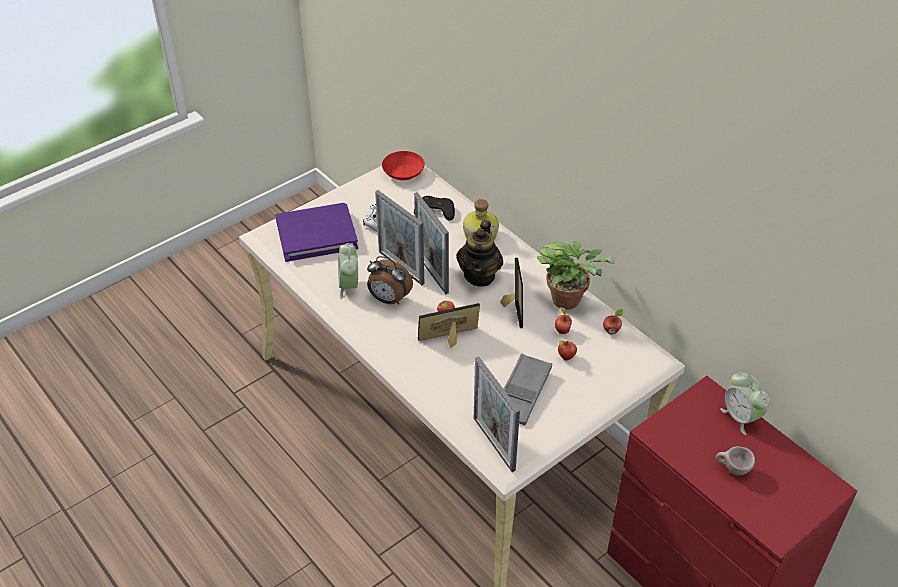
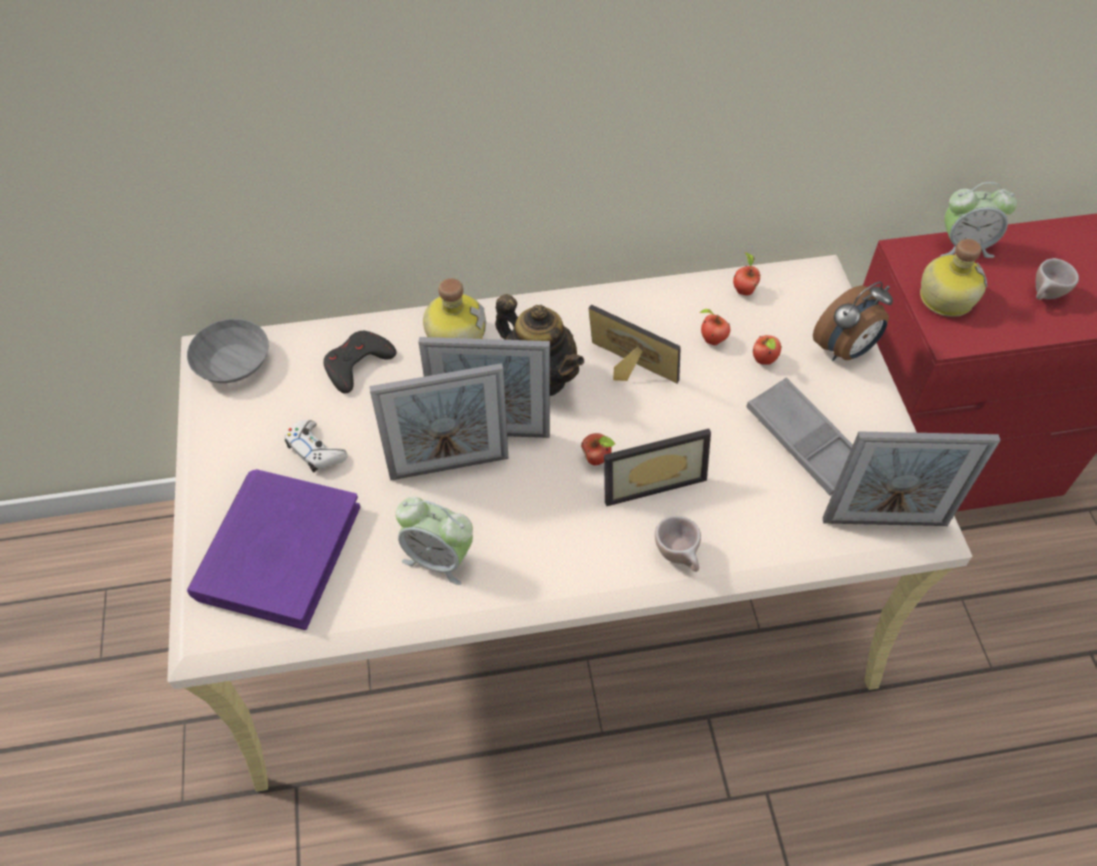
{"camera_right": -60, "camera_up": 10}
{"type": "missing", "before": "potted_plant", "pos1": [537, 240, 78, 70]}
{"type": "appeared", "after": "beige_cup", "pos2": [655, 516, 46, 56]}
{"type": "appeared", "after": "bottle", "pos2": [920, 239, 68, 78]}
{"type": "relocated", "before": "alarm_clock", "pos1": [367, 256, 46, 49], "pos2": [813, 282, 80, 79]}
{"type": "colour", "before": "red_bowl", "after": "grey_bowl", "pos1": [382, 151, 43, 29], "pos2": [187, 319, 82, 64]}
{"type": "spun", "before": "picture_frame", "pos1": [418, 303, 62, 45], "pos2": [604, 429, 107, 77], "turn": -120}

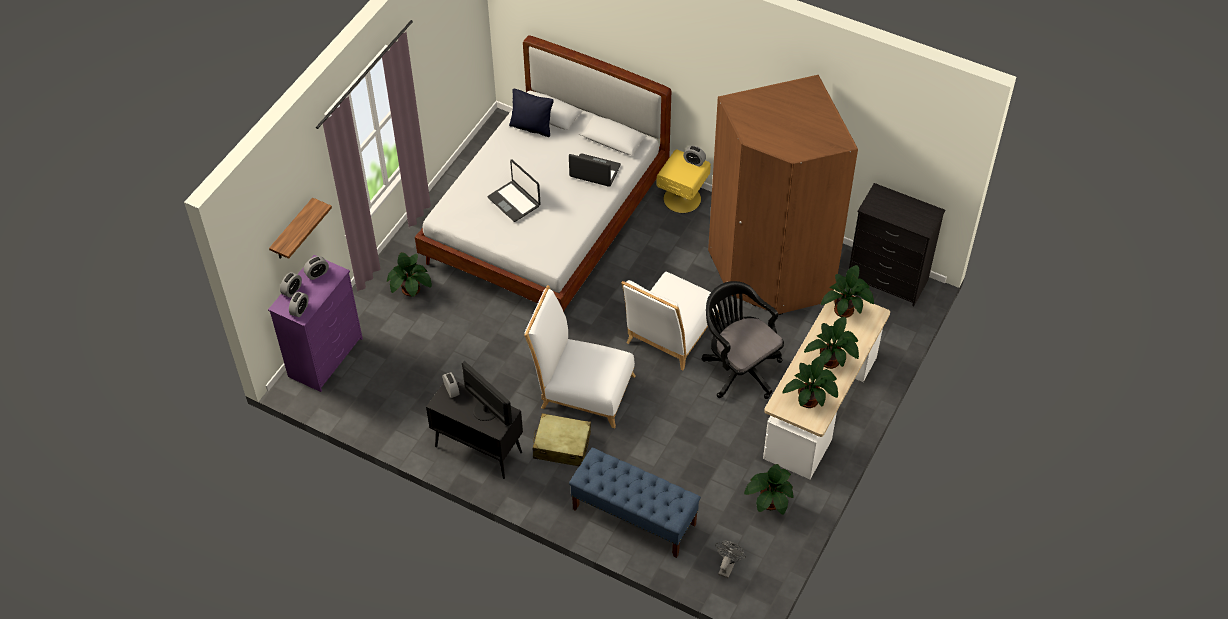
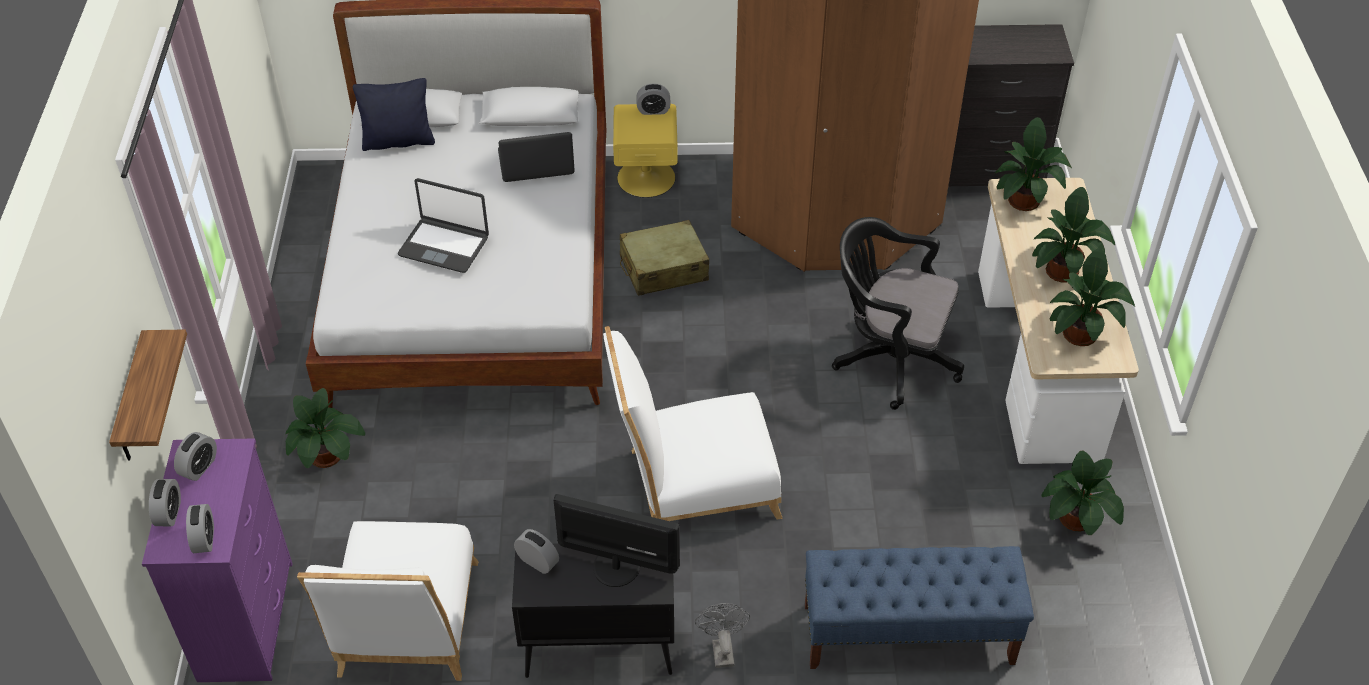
{"camera_right": -30, "camera_up": -5}
{"type": "relocated", "before": "beige_suitcase", "pos1": [533, 413, 58, 53], "pos2": [620, 220, 89, 76]}
{"type": "relocated", "before": "white_chair", "pos1": [621, 271, 99, 99], "pos2": [297, 521, 181, 160]}
{"type": "relocated", "before": "grey_fan", "pos1": [715, 541, 31, 37], "pos2": [695, 603, 55, 65]}

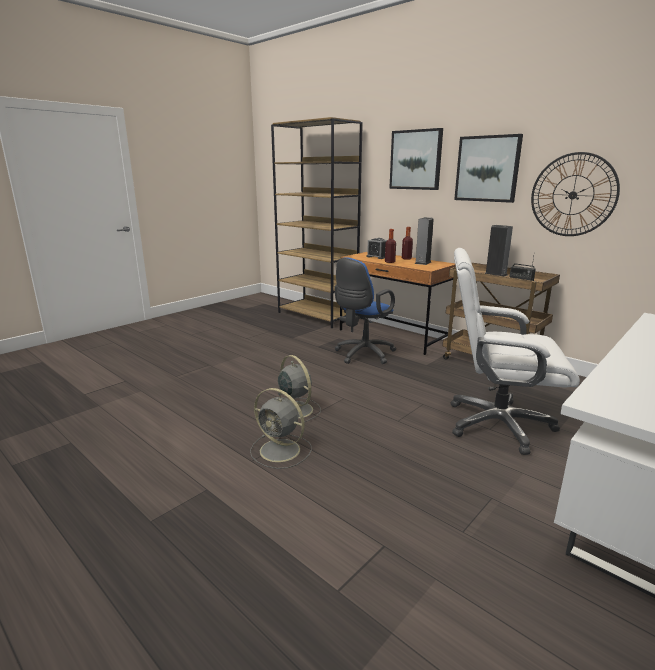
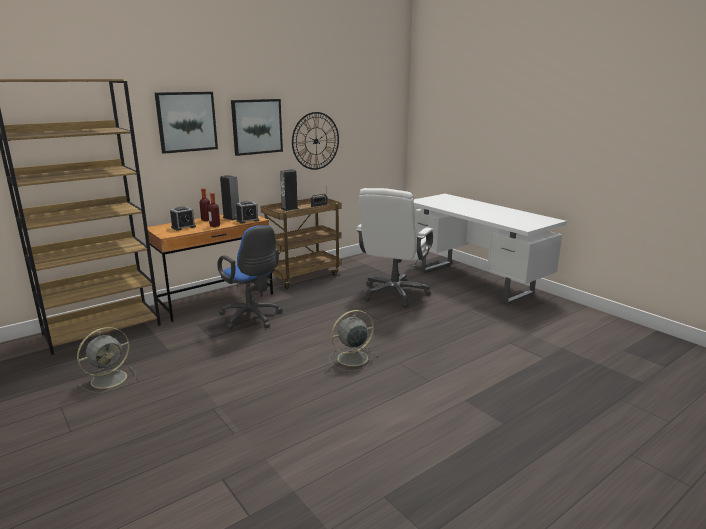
{"camera_right": -80, "camera_up": 0}
{"type": "appeared", "after": "alarm_clock", "pos2": [236, 201, 23, 23]}
{"type": "relocated", "before": "grey_fan", "pos1": [250, 388, 62, 81], "pos2": [77, 327, 59, 66]}

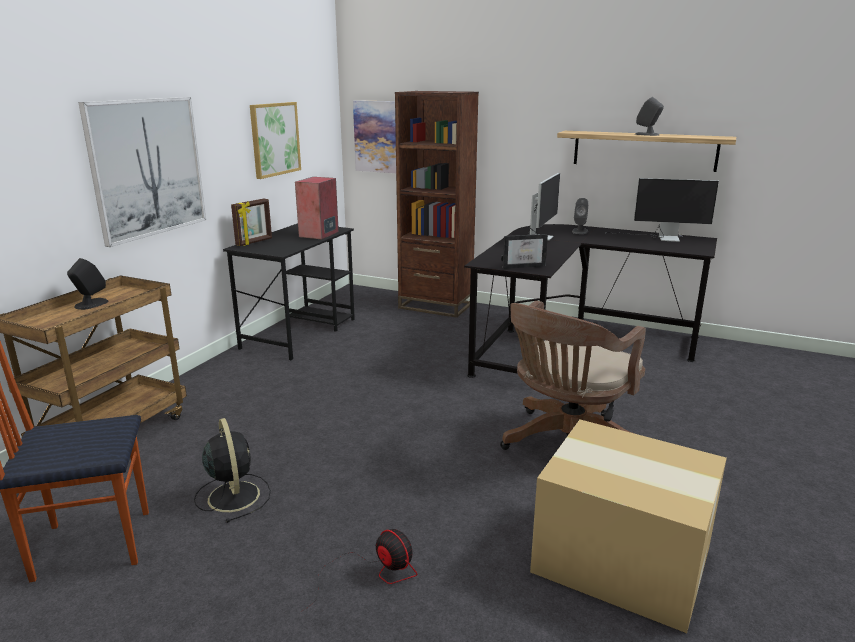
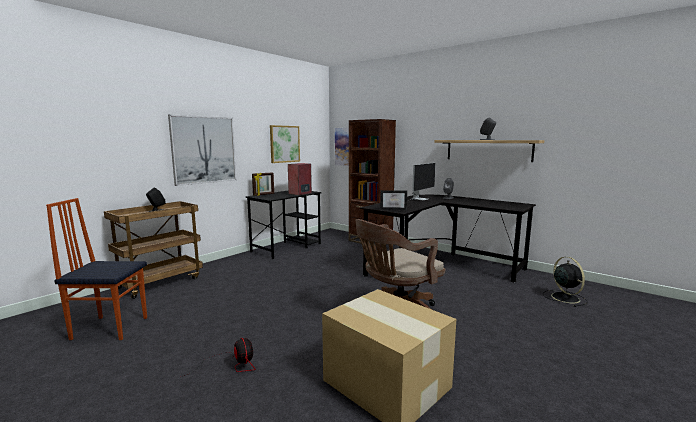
{"camera_right": 15, "camera_up": -10}
{"type": "missing", "before": "monitor", "pos1": [606, 178, 113, 64]}
{"type": "relocated", "before": "black_fan", "pos1": [194, 418, 77, 105], "pos2": [543, 257, 44, 50]}

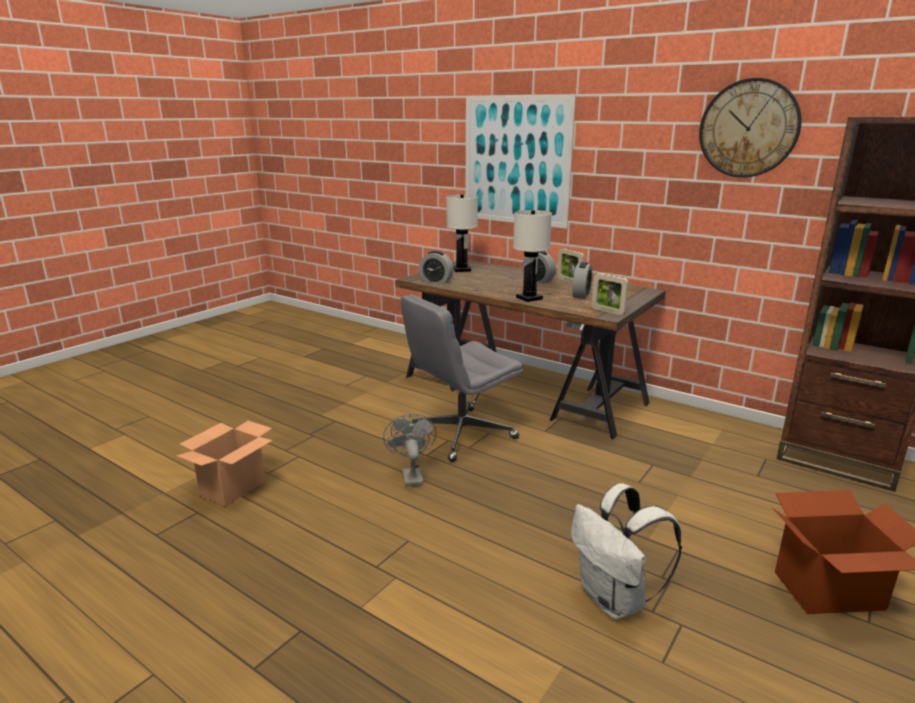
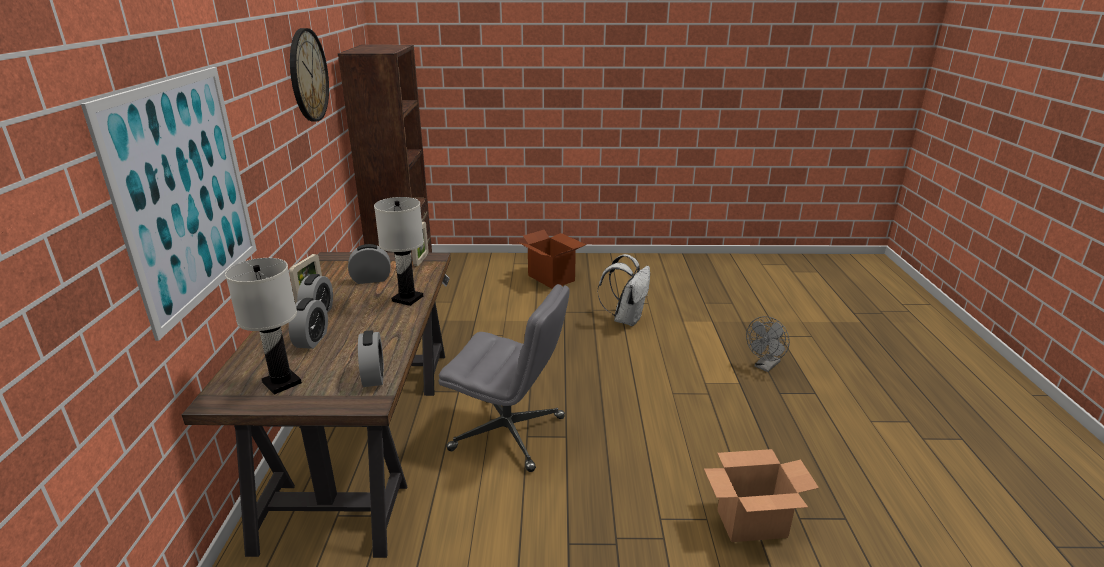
{"camera_right": -125, "camera_up": 5}
{"type": "appeared", "after": "alarm_clock", "pos2": [289, 298, 39, 51]}
{"type": "relocated", "before": "grey_fan", "pos1": [383, 414, 54, 73], "pos2": [746, 316, 44, 56]}

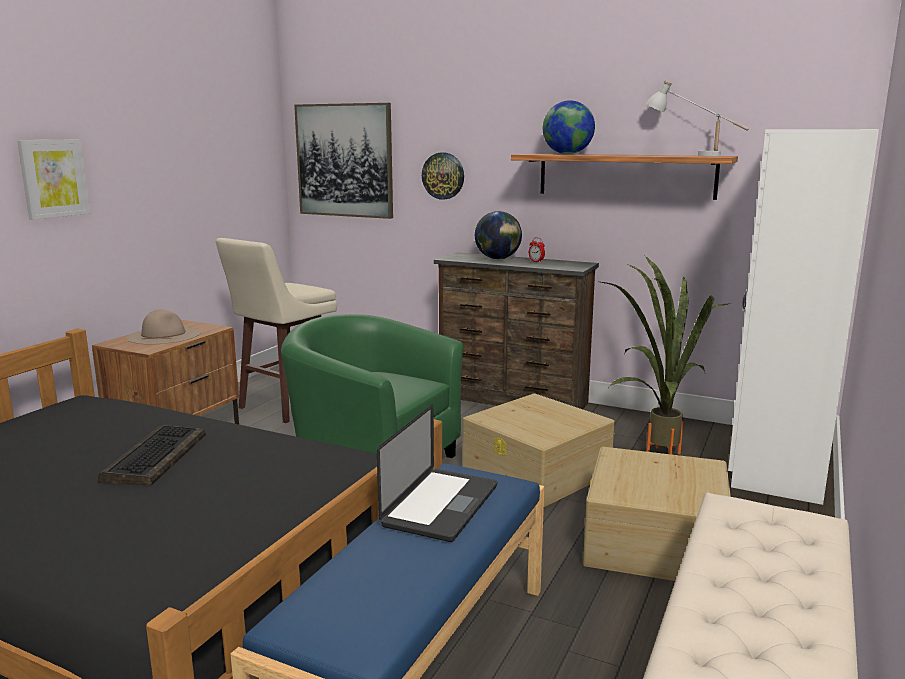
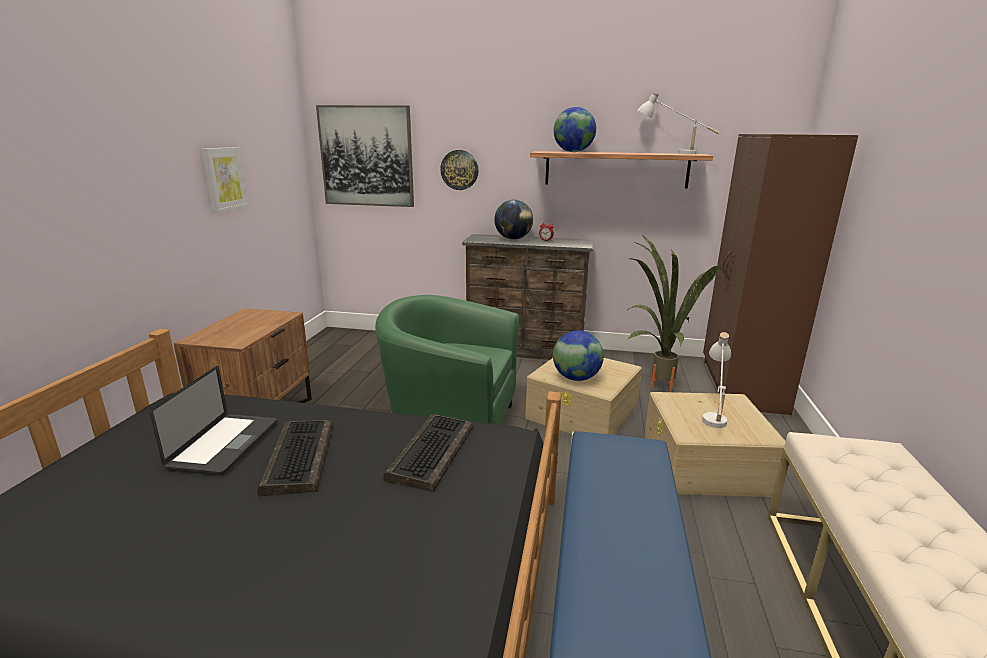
{"camera_right": -15, "camera_up": 5}
{"type": "missing", "before": "beige_hat", "pos1": [126, 309, 74, 36]}
{"type": "missing", "before": "beige_stool", "pos1": [216, 238, 121, 185]}
{"type": "appeared", "after": "keyboard", "pos2": [384, 414, 89, 77]}
{"type": "appeared", "after": "globe", "pos2": [553, 331, 51, 50]}
{"type": "appeared", "after": "white_table_lamp", "pos2": [702, 332, 29, 96]}
{"type": "relocated", "before": "picture", "pos1": [17, 140, 73, 80], "pos2": [201, 147, 48, 66]}
{"type": "relocated", "before": "laptop", "pos1": [377, 405, 120, 137], "pos2": [149, 366, 128, 110]}
{"type": "colour", "before": "white_wardrobe", "after": "brown_wardrobe", "pos1": [728, 129, 151, 376], "pos2": [703, 134, 155, 281]}

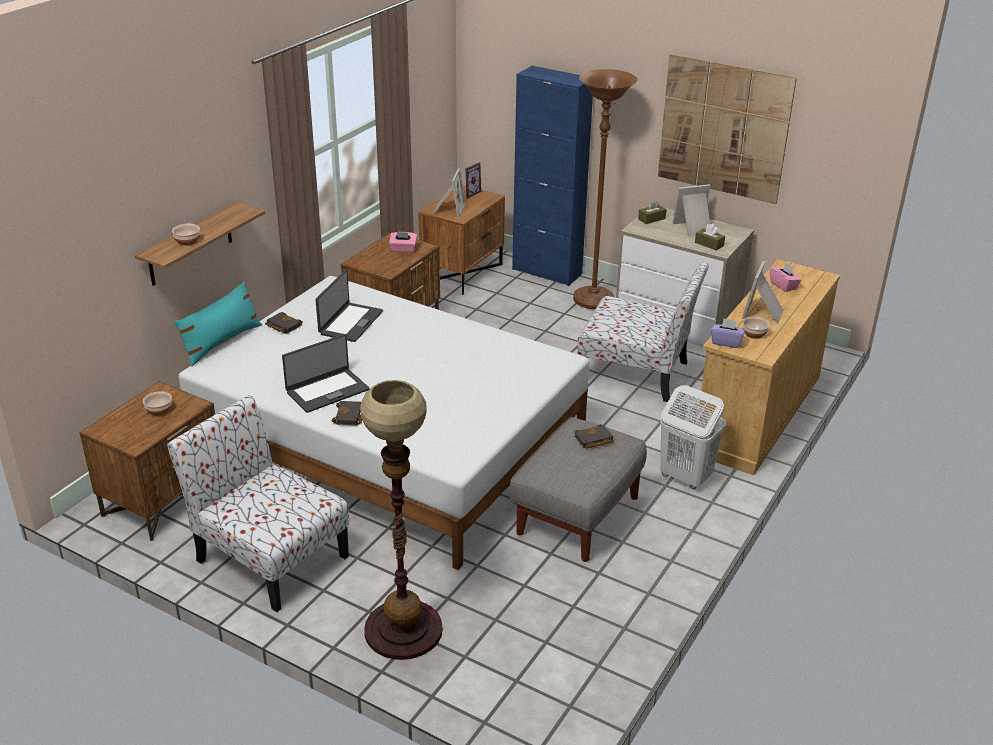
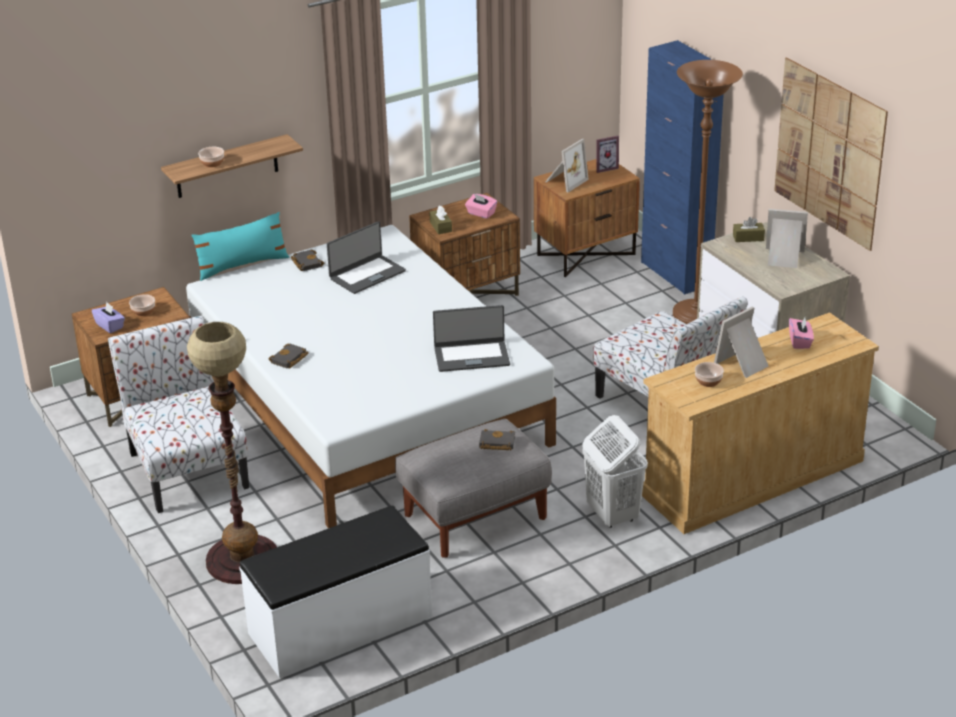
{"camera_right": 30, "camera_up": 0}
{"type": "appeared", "after": "white_bench", "pos2": [239, 505, 193, 173]}
{"type": "relocated", "before": "laptop", "pos1": [282, 334, 87, 79], "pos2": [433, 305, 77, 67]}
{"type": "relocated", "before": "brown_tissue_box", "pos1": [695, 224, 30, 27], "pos2": [429, 205, 23, 29]}
{"type": "relocated", "before": "purple_tissue_box", "pos1": [711, 318, 34, 30], "pos2": [92, 302, 33, 31]}

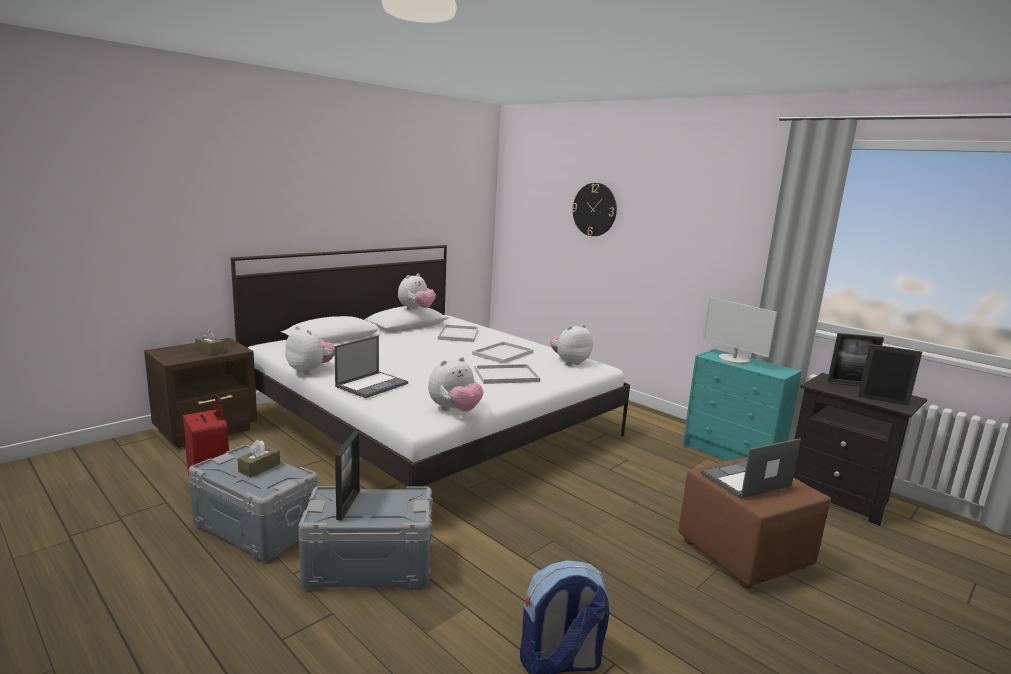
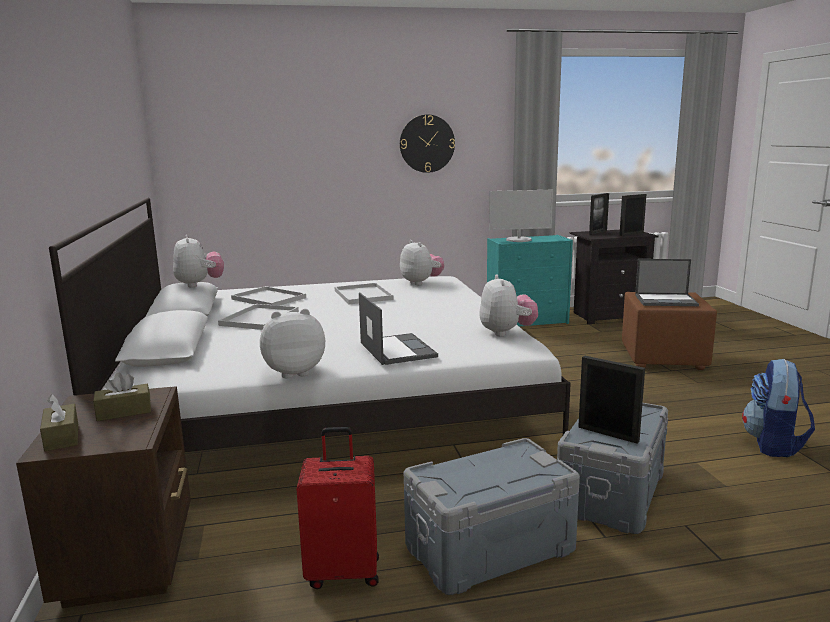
{"camera_right": -55, "camera_up": 0}
{"type": "relocated", "before": "brown_tissue_box", "pos1": [237, 440, 43, 38], "pos2": [40, 394, 38, 57]}
{"type": "relocated", "before": "white_tray", "pos1": [474, 364, 66, 20], "pos2": [218, 304, 81, 26]}
{"type": "relocated", "before": "wall_clock", "pos1": [572, 183, 45, 53], "pos2": [400, 115, 55, 58]}
{"type": "spun", "before": "plush_toy", "pos1": [550, 324, 43, 42], "pos2": [400, 240, 44, 45], "turn": 150}
{"type": "spun", "before": "laptop", "pos1": [700, 438, 101, 61], "pos2": [635, 259, 64, 47], "turn": -90}

